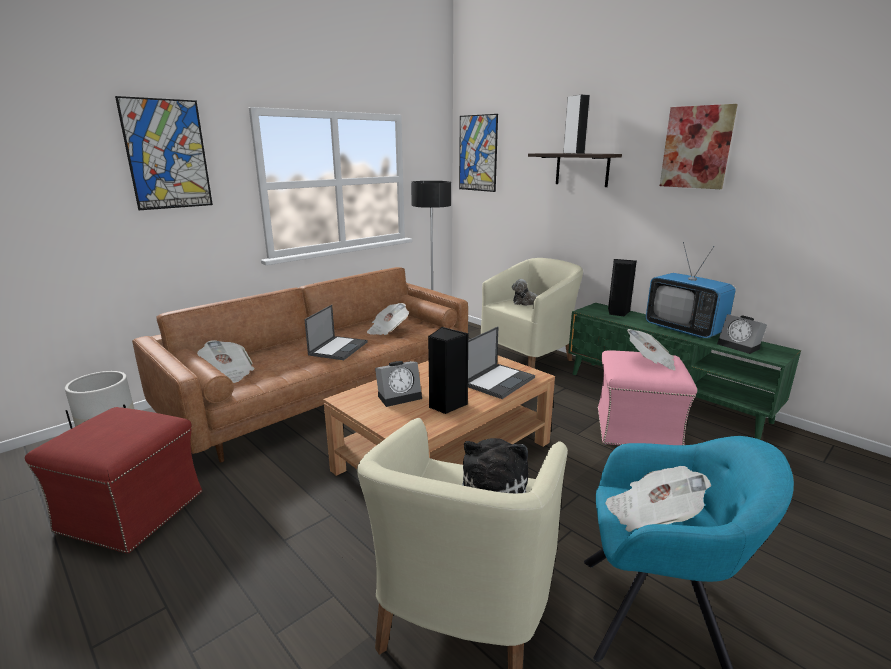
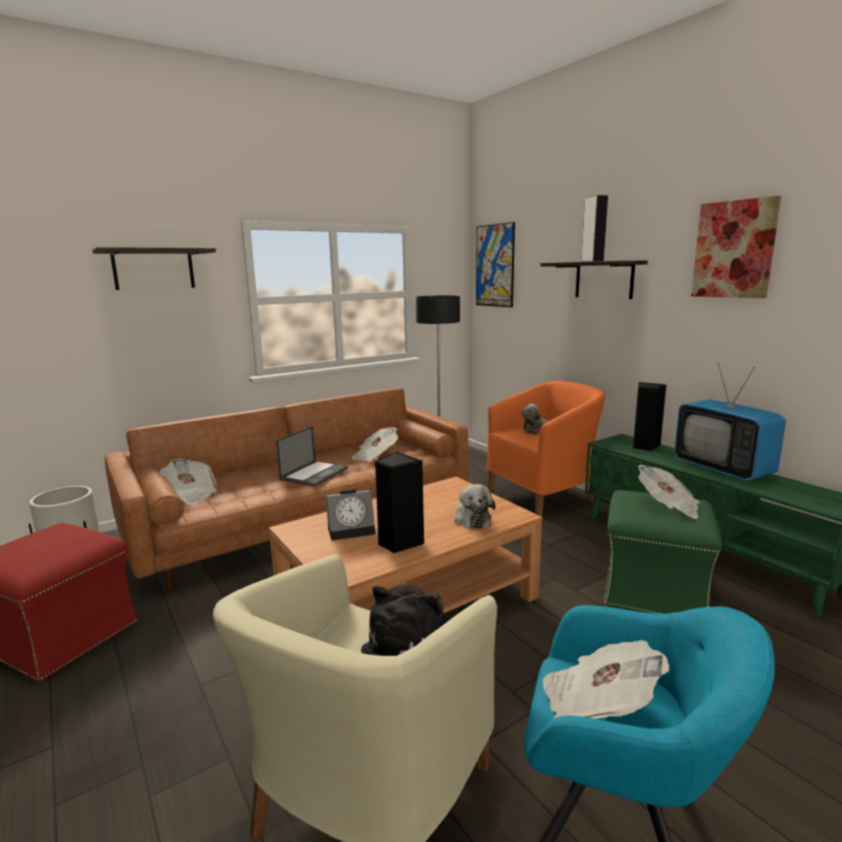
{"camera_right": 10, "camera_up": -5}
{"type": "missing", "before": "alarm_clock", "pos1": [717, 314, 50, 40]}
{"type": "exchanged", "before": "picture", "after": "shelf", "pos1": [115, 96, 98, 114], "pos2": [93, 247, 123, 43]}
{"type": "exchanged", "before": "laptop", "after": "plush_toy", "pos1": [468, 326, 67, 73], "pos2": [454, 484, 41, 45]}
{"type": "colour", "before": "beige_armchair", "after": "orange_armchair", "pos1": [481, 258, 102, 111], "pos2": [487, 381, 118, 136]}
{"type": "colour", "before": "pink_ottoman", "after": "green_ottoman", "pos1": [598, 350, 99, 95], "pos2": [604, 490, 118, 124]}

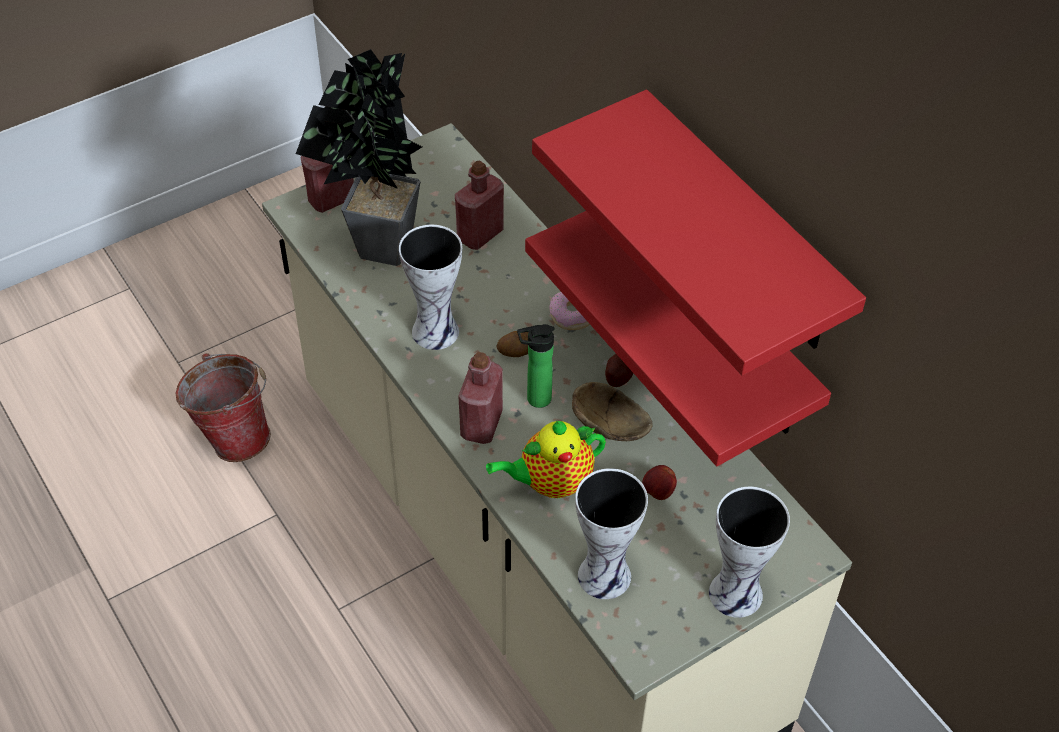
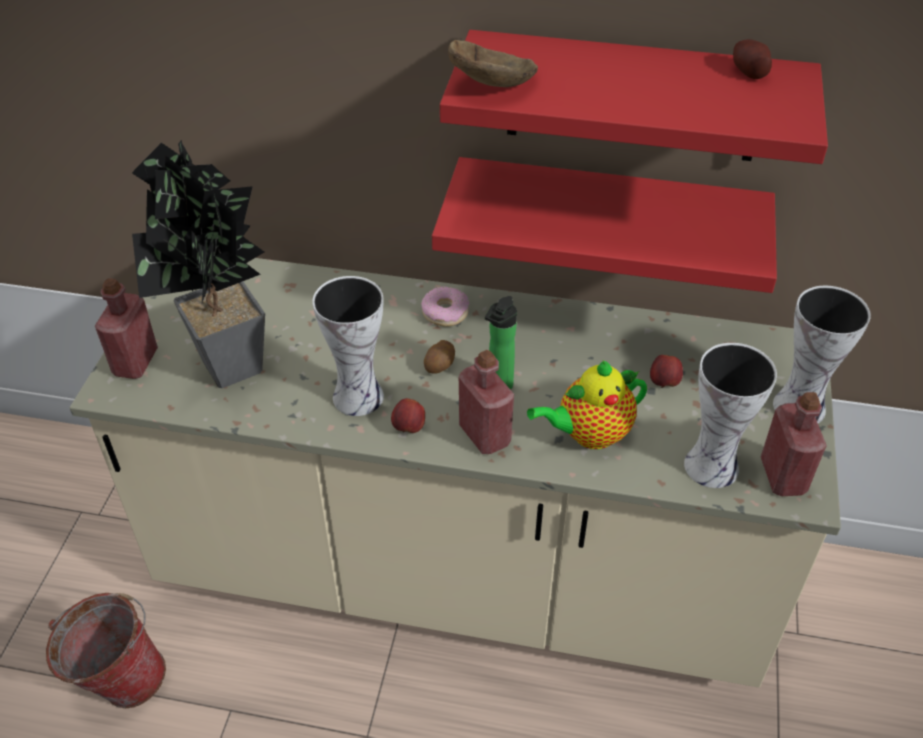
{"camera_right": -45, "camera_up": -5}
{"type": "appeared", "after": "apple", "pos2": [391, 398, 34, 35]}
{"type": "relocated", "before": "red_bottle", "pos1": [455, 160, 49, 90], "pos2": [761, 392, 66, 104]}
{"type": "relocated", "before": "brown_bowl", "pos1": [572, 382, 81, 59], "pos2": [448, 40, 90, 47]}
{"type": "relocated", "before": "potato", "pos1": [605, 354, 28, 33], "pos2": [733, 39, 39, 40]}
{"type": "spun", "before": "teapot", "pos1": [486, 421, 120, 77], "pos2": [527, 360, 120, 89], "turn": 45}

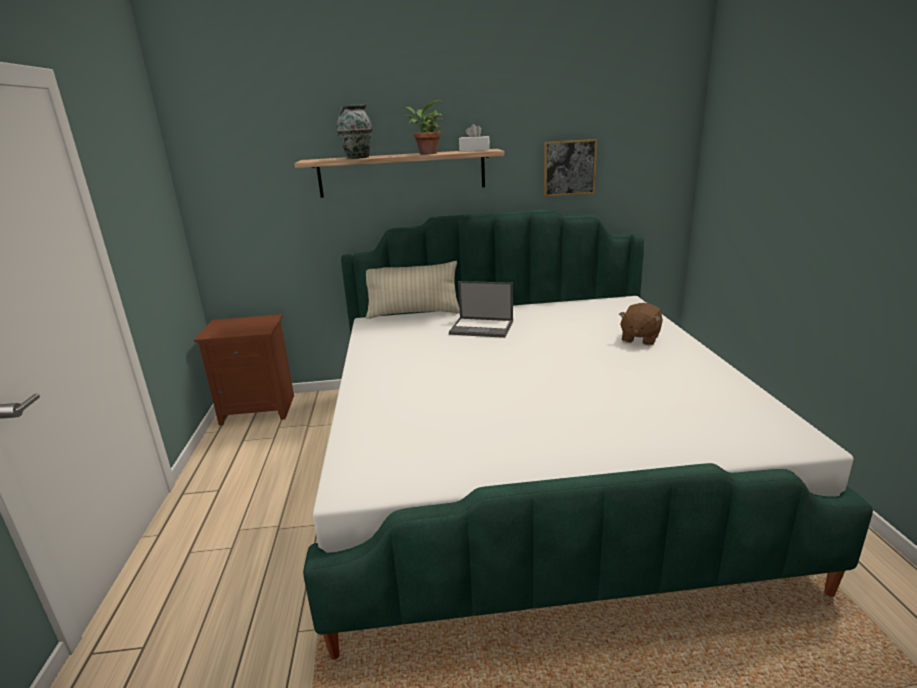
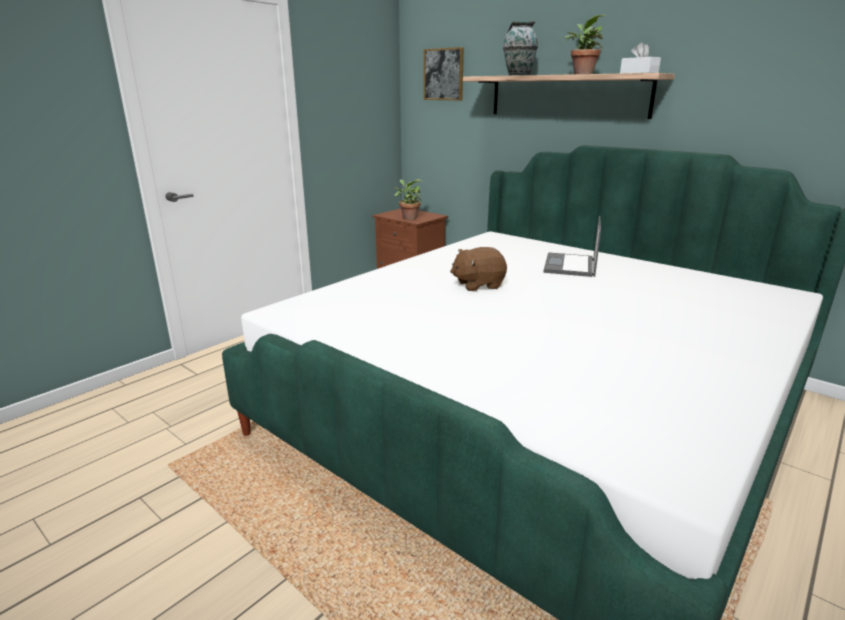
{"camera_right": 45, "camera_up": 0}
{"type": "missing", "before": "beige_pillow", "pos1": [366, 261, 94, 58]}
{"type": "appeared", "after": "potted_plant", "pos2": [394, 179, 28, 41]}
{"type": "relocated", "before": "picture", "pos1": [544, 139, 53, 58], "pos2": [424, 47, 40, 53]}
{"type": "relocated", "before": "brown_plush_toy", "pos1": [619, 303, 44, 42], "pos2": [450, 247, 57, 44]}
{"type": "spun", "before": "laptop", "pos1": [449, 281, 64, 57], "pos2": [543, 216, 58, 61], "turn": 45}

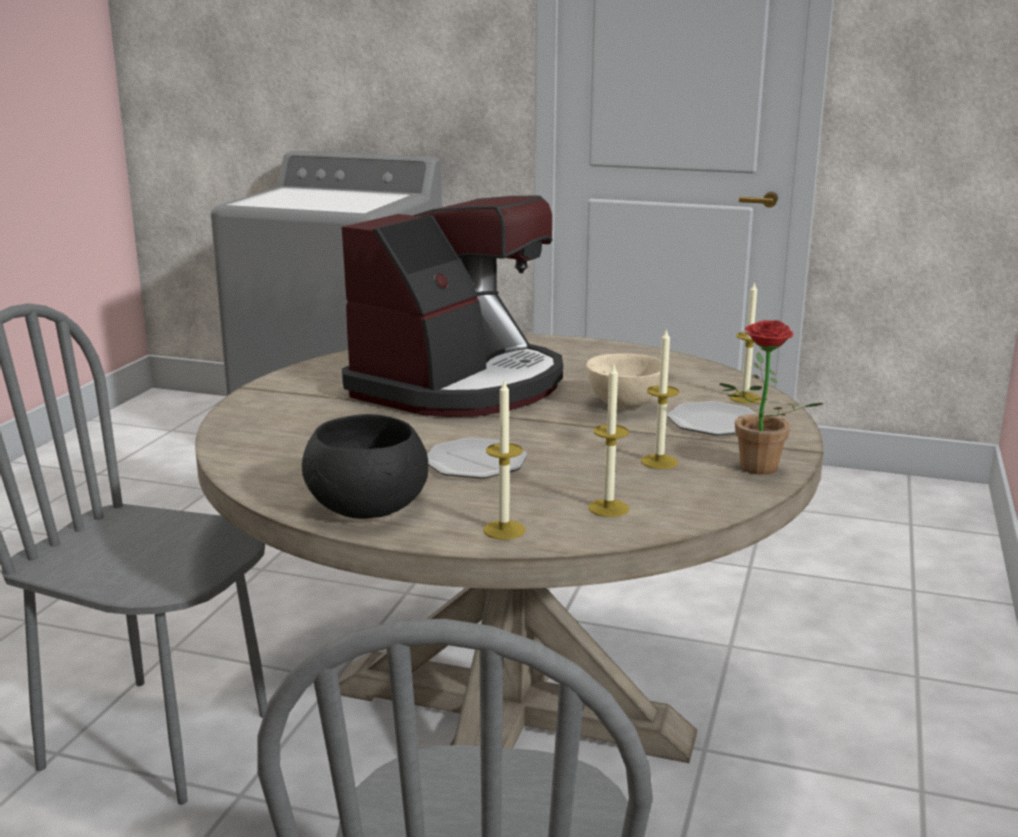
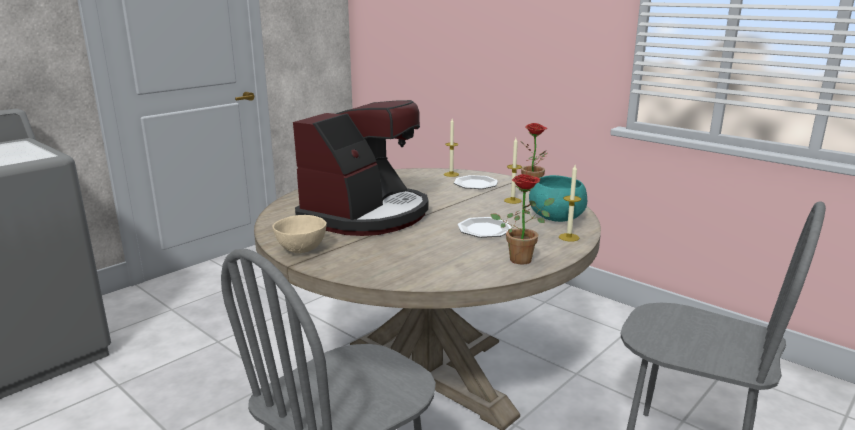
{"camera_right": -65, "camera_up": 0}
{"type": "relocated", "before": "beige_bowl", "pos1": [586, 353, 75, 56], "pos2": [272, 215, 55, 38]}
{"type": "exchanged", "before": "black_bowl", "after": "potted_plant", "pos1": [302, 414, 126, 105], "pos2": [490, 174, 64, 91]}
{"type": "exchanged", "before": "candle", "after": "turquoise_bowl", "pos1": [588, 365, 41, 152], "pos2": [529, 175, 58, 47]}
{"type": "spun", "before": "coffee_machine", "pos1": [342, 195, 221, 222], "pos2": [293, 100, 136, 136], "turn": 60}

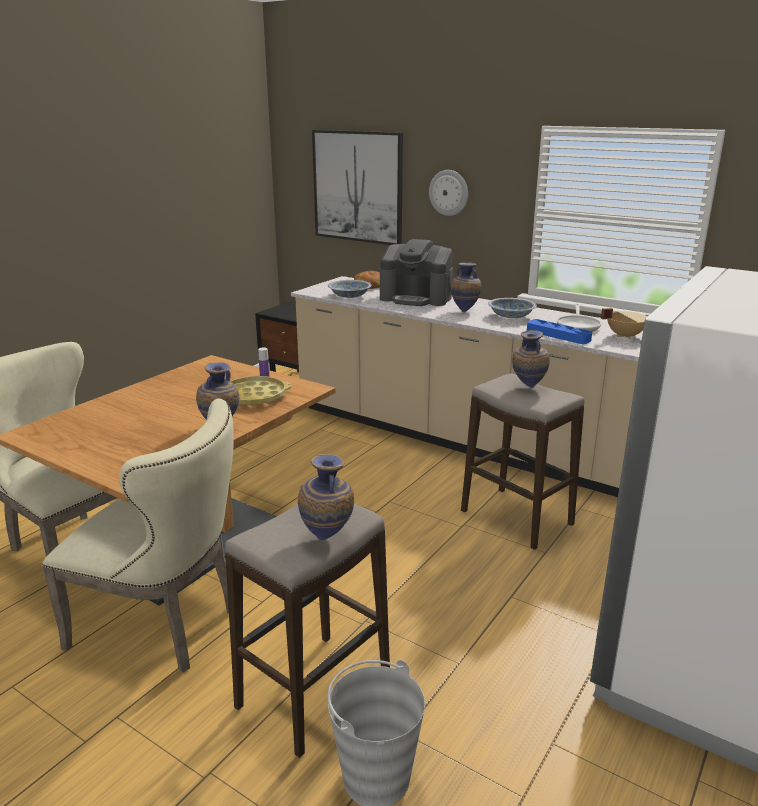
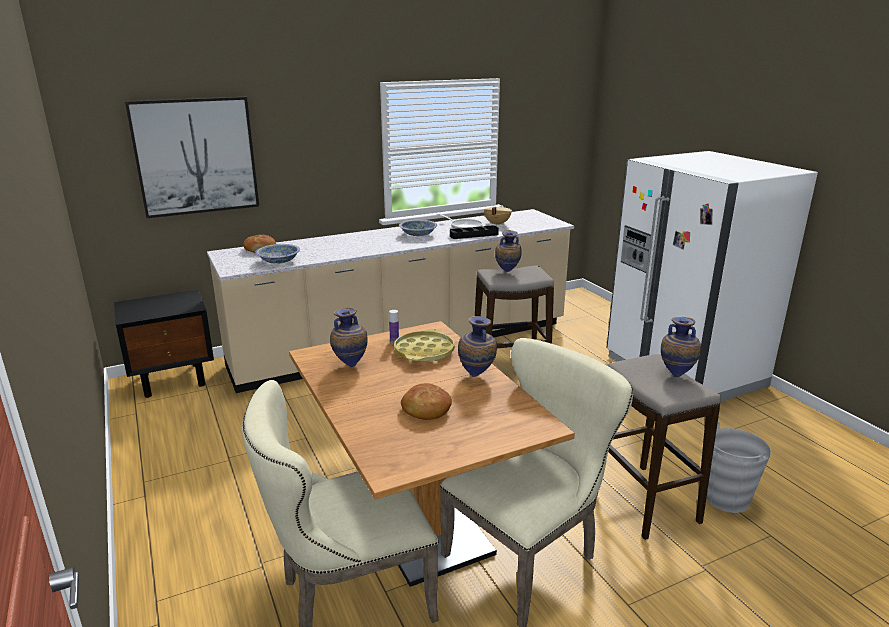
{"camera_right": -60, "camera_up": 0}
{"type": "missing", "before": "coffee_machine", "pos1": [380, 239, 73, 67]}
{"type": "missing", "before": "wall_clock", "pos1": [429, 170, 39, 46]}
{"type": "appeared", "after": "bread", "pos2": [401, 383, 51, 37]}
{"type": "relocated", "before": "vase", "pos1": [451, 263, 30, 49], "pos2": [330, 307, 38, 61]}
{"type": "colour", "before": "blue_tray", "after": "black_tray", "pos1": [527, 319, 65, 25], "pos2": [450, 226, 49, 13]}

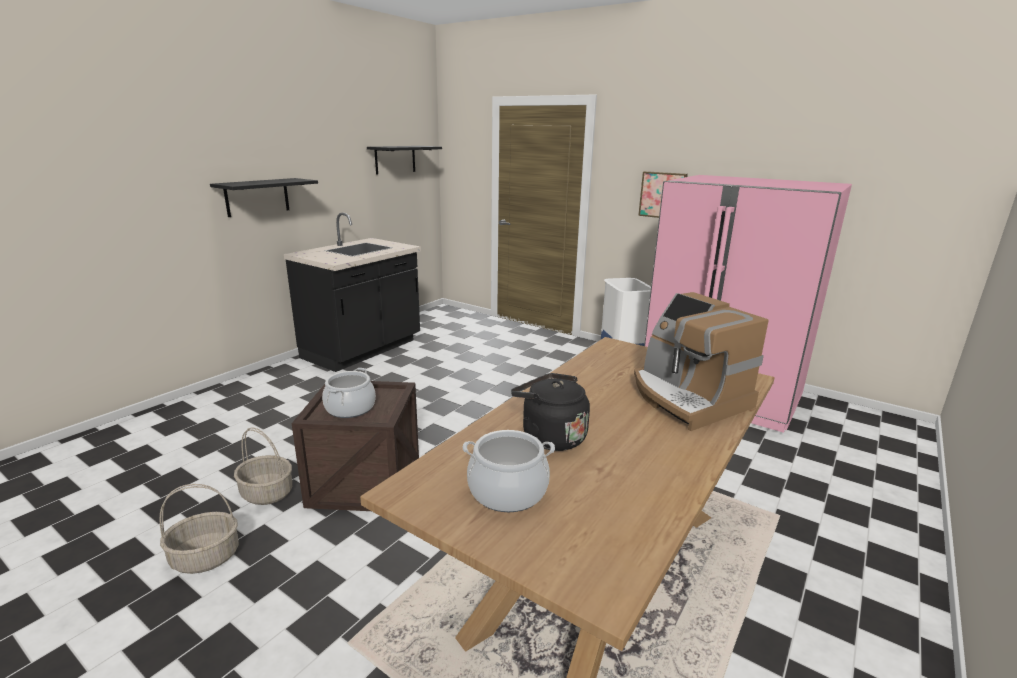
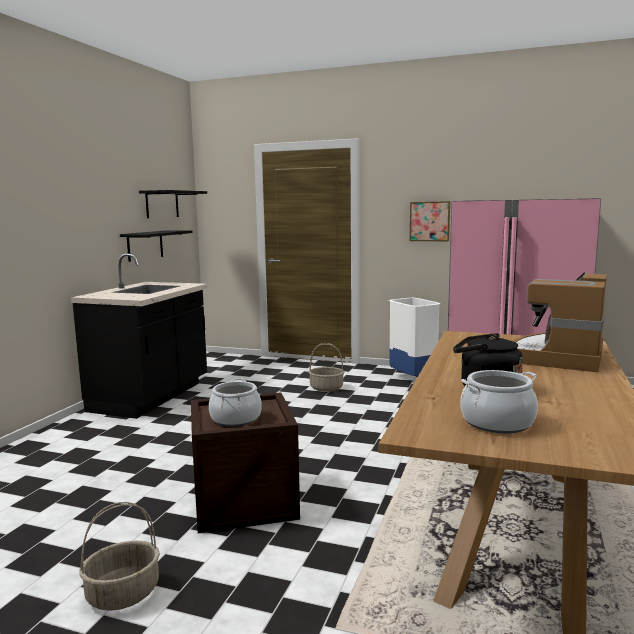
{"camera_right": -15, "camera_up": -10}
{"type": "relocated", "before": "black_shelf", "pos1": [210, 178, 108, 39], "pos2": [120, 230, 73, 32]}
{"type": "relocated", "before": "basket", "pos1": [234, 427, 58, 78], "pos2": [308, 343, 36, 49]}
{"type": "spun", "before": "coffee_machine", "pos1": [634, 292, 135, 139], "pos2": [512, 272, 95, 100], "turn": 75}

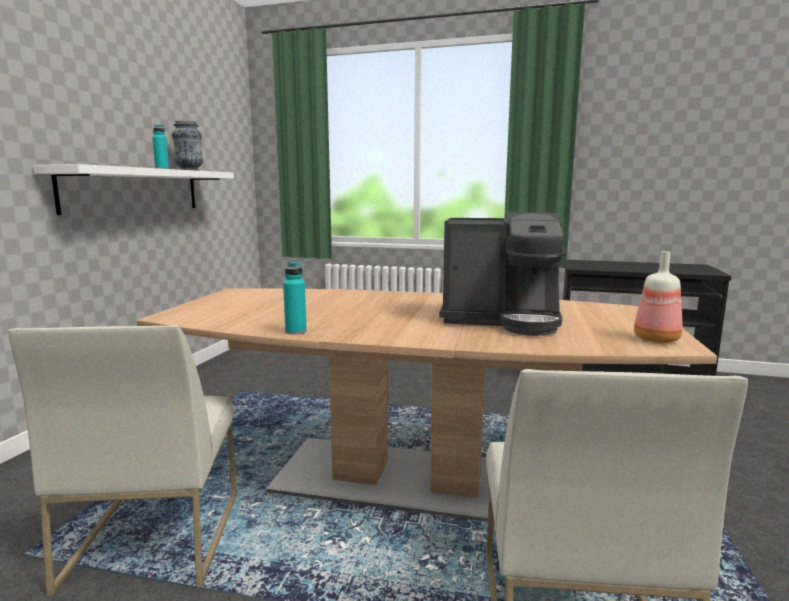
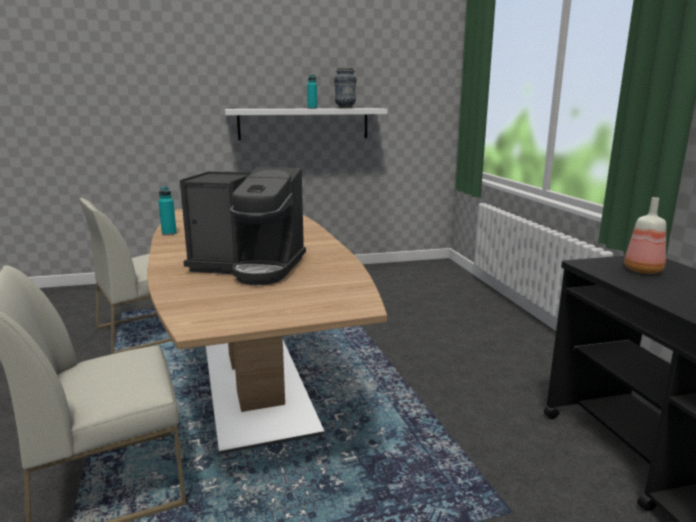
{"camera_right": 60, "camera_up": 5}
{"type": "relocated", "before": "bottle", "pos1": [634, 251, 49, 92], "pos2": [624, 197, 42, 77]}
{"type": "spun", "before": "coffee_machine", "pos1": [439, 212, 127, 124], "pos2": [180, 167, 126, 118], "turn": -60}

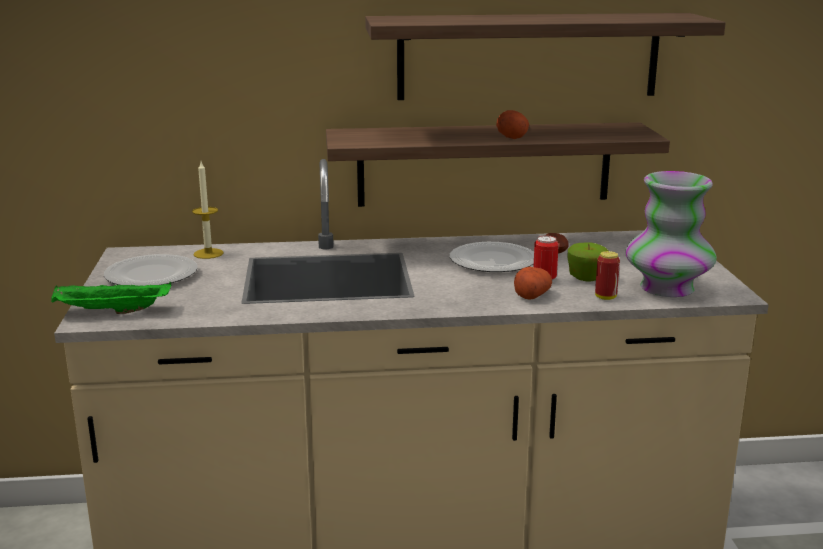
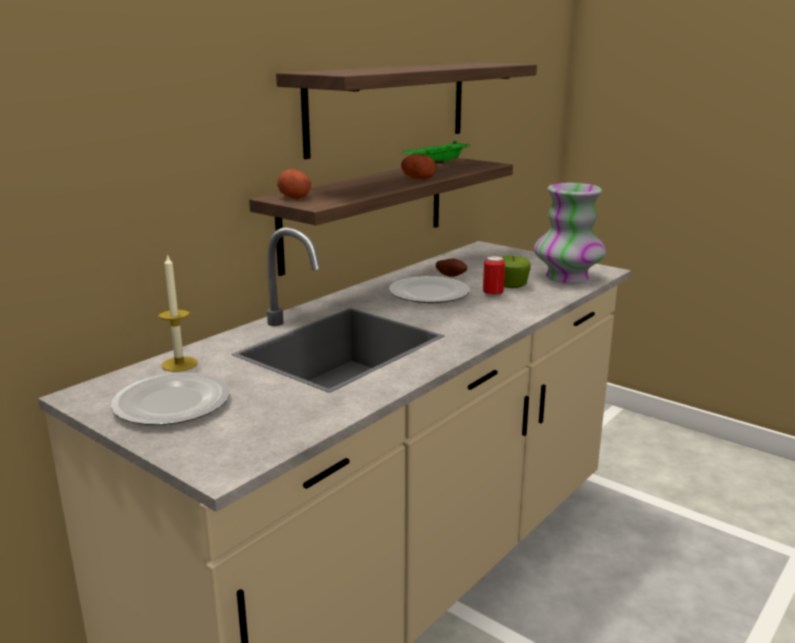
{"camera_right": -45, "camera_up": 0}
{"type": "missing", "before": "can", "pos1": [595, 251, 25, 49]}
{"type": "relocated", "before": "green_tray", "pos1": [51, 281, 120, 33], "pos2": [403, 141, 67, 24]}
{"type": "relocated", "before": "potato", "pos1": [514, 267, 38, 33], "pos2": [277, 169, 34, 30]}

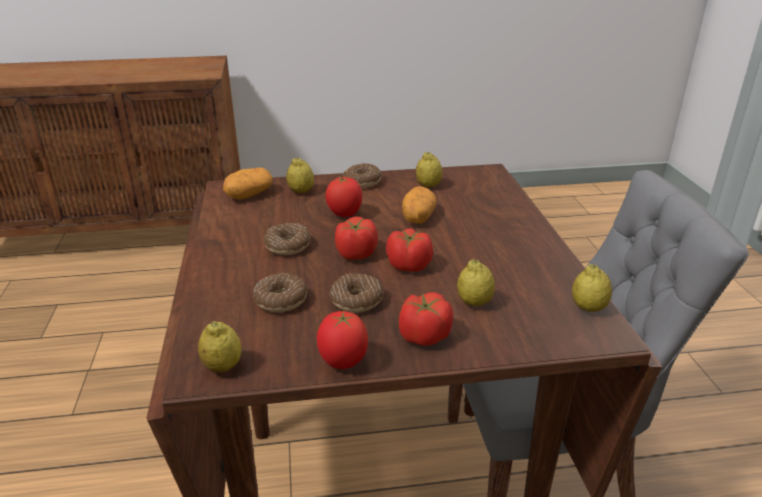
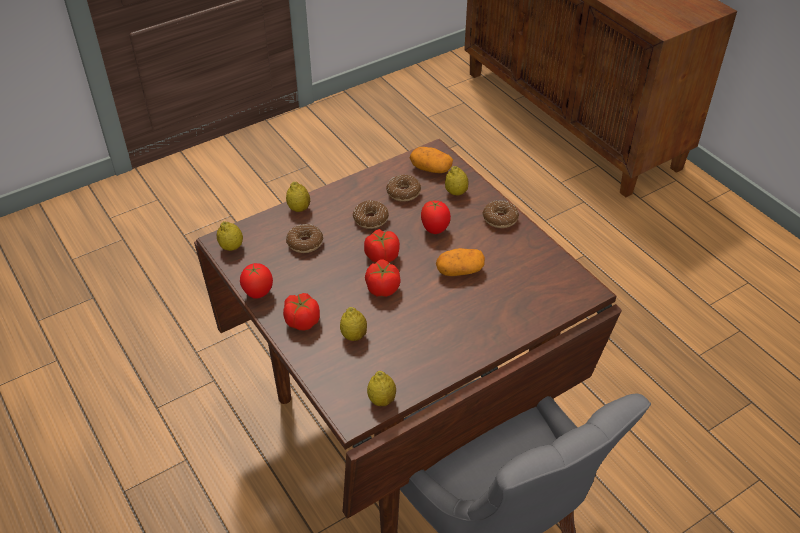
{"camera_right": 65, "camera_up": 15}
{"type": "relocated", "before": "donut", "pos1": [330, 274, 54, 38], "pos2": [386, 175, 35, 27]}
{"type": "relocated", "before": "lemon", "pos1": [416, 152, 27, 36], "pos2": [286, 182, 24, 30]}

